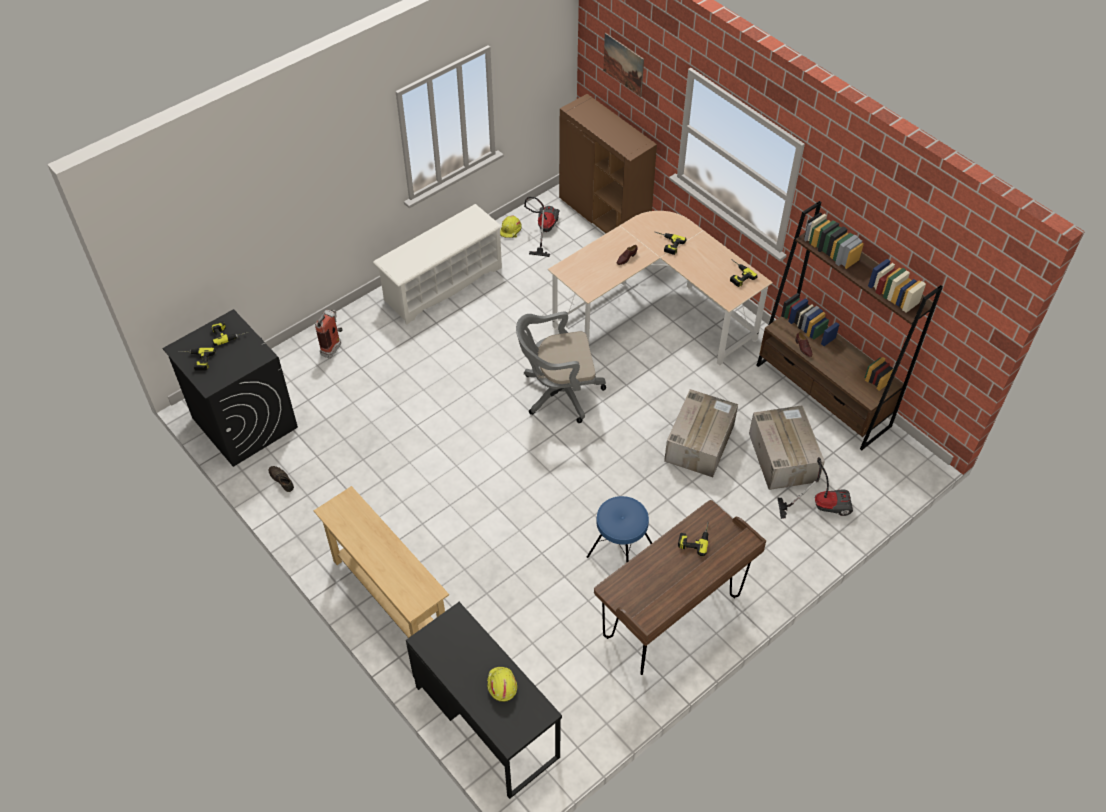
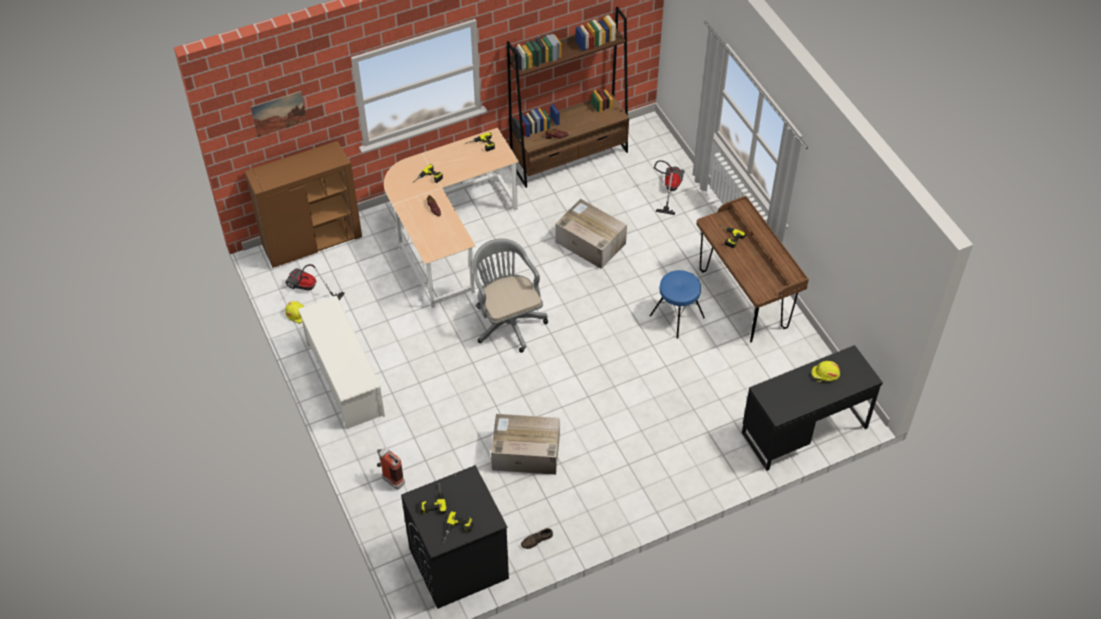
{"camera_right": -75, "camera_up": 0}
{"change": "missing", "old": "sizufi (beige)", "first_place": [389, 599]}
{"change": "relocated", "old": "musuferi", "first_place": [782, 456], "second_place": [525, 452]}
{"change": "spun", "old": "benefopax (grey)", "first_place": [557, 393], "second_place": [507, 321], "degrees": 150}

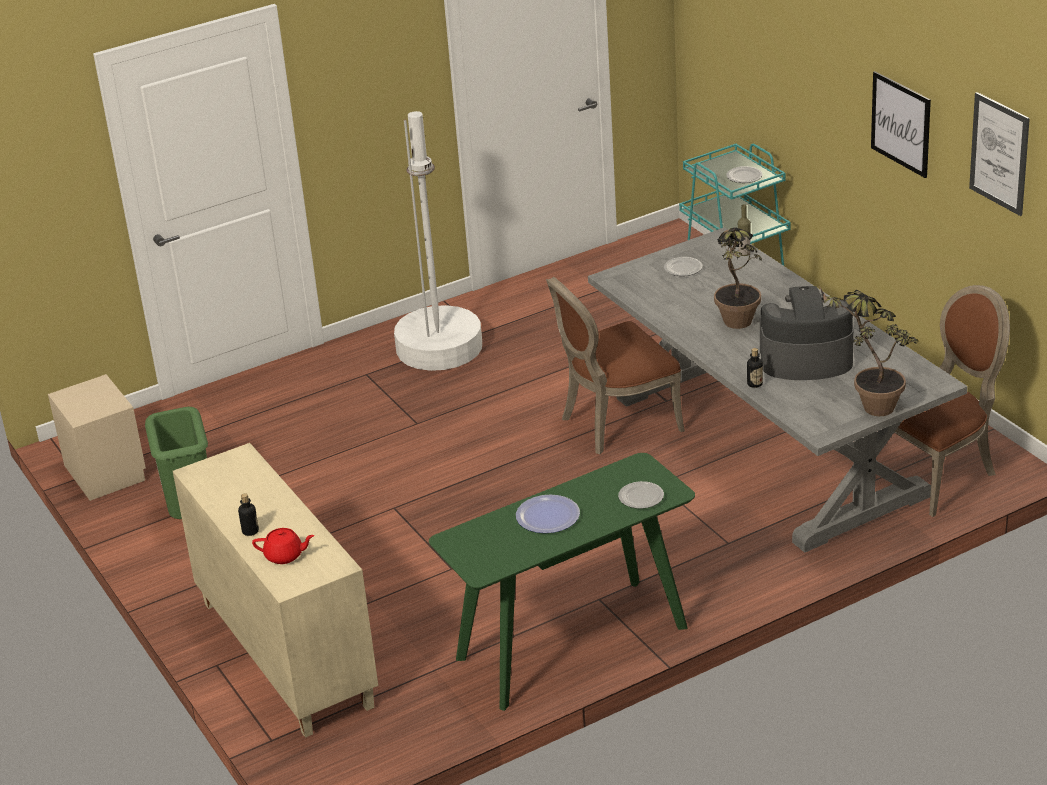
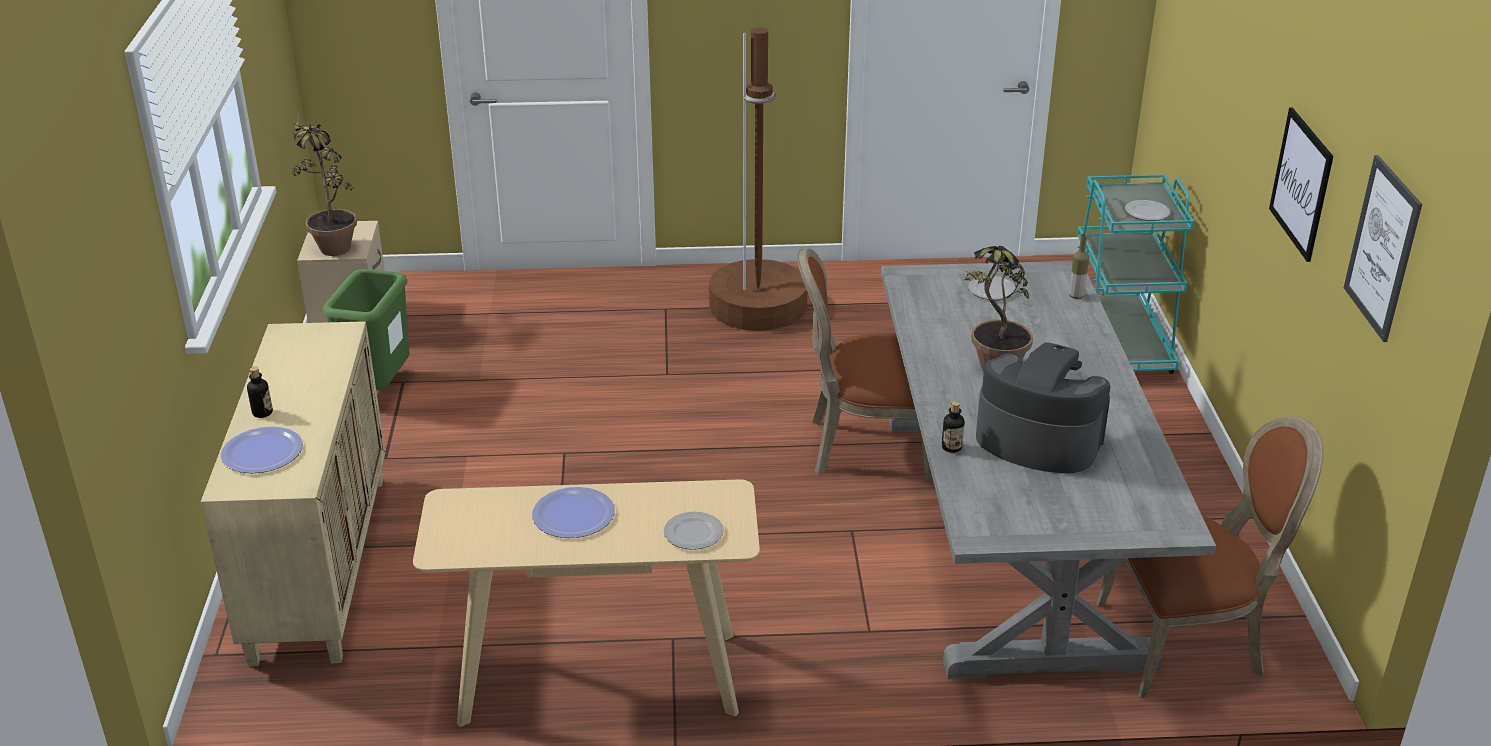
{"camera_right": 25, "camera_up": 0}
{"change": "relocated", "old": "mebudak", "first_place": [868, 405], "second_place": [332, 244]}
{"change": "exchanged", "old": "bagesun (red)", "new": "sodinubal", "first_place": [285, 556], "second_place": [262, 452]}
{"change": "colour", "old": "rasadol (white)", "new": "rasadol (brown)", "first_place": [439, 348], "second_place": [758, 306]}
{"change": "colour", "old": "sizufi (green)", "new": "sizufi (beige)", "first_place": [572, 643], "second_place": [599, 679]}

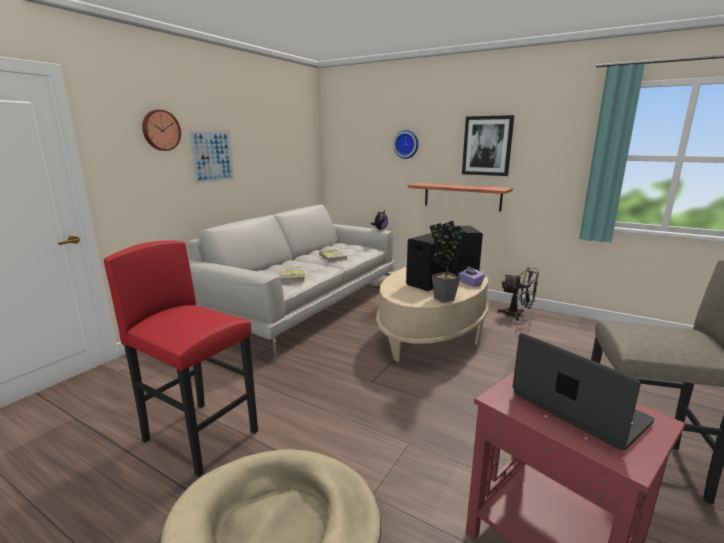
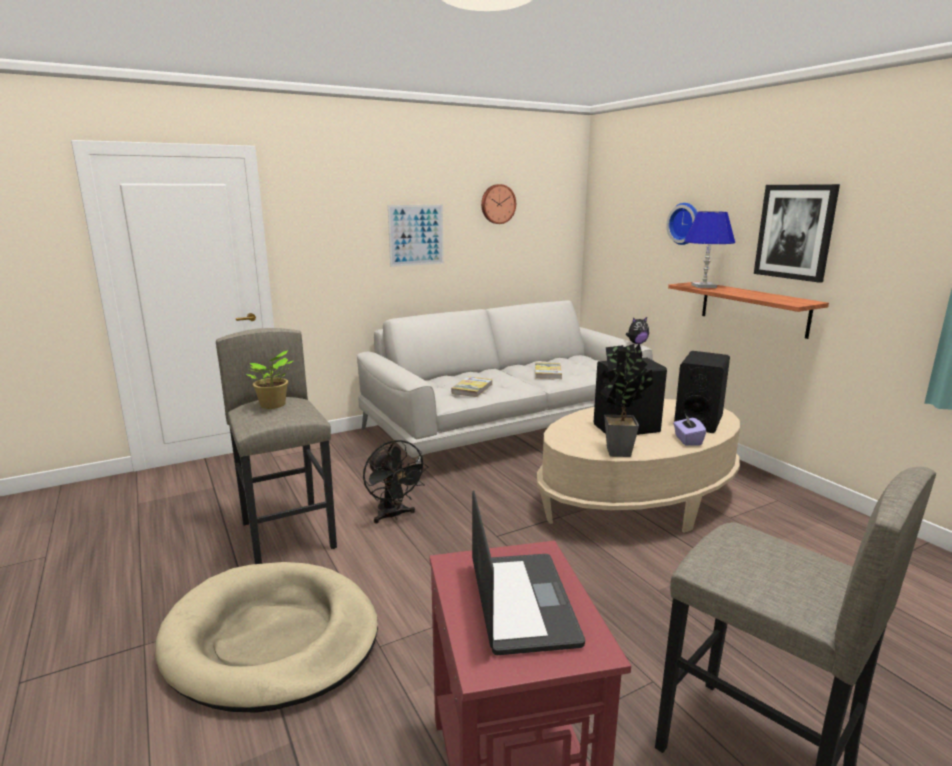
{"camera_right": 30, "camera_up": 0}
{"change": "appeared", "new": "mebudak", "second_place": [274, 405]}
{"change": "appeared", "new": "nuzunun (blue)", "second_place": [704, 286]}
{"change": "relocated", "old": "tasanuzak", "first_place": [160, 130], "second_place": [497, 204]}
{"change": "relocated", "old": "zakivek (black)", "first_place": [517, 315], "second_place": [393, 515]}
{"change": "colour", "old": "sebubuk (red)", "new": "sebubuk (grey)", "first_place": [201, 435], "second_place": [288, 535]}

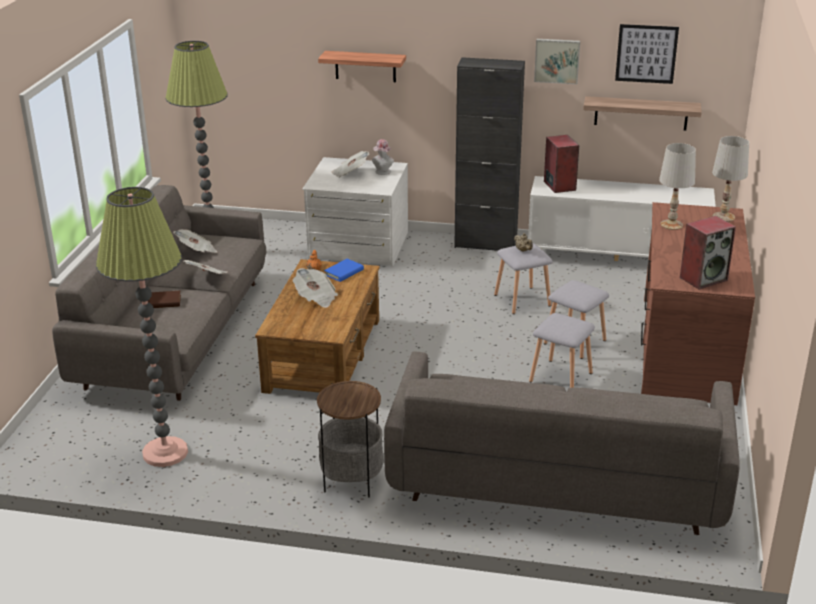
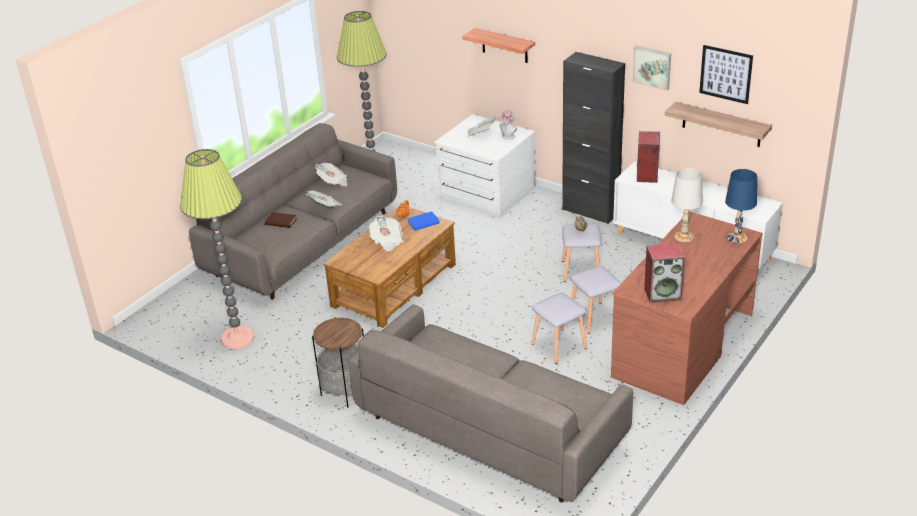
{"camera_right": 25, "camera_up": 5}
{"change": "colour", "old": "nuzunun (white)", "new": "nuzunun (blue)", "first_place": [723, 217], "second_place": [736, 237]}

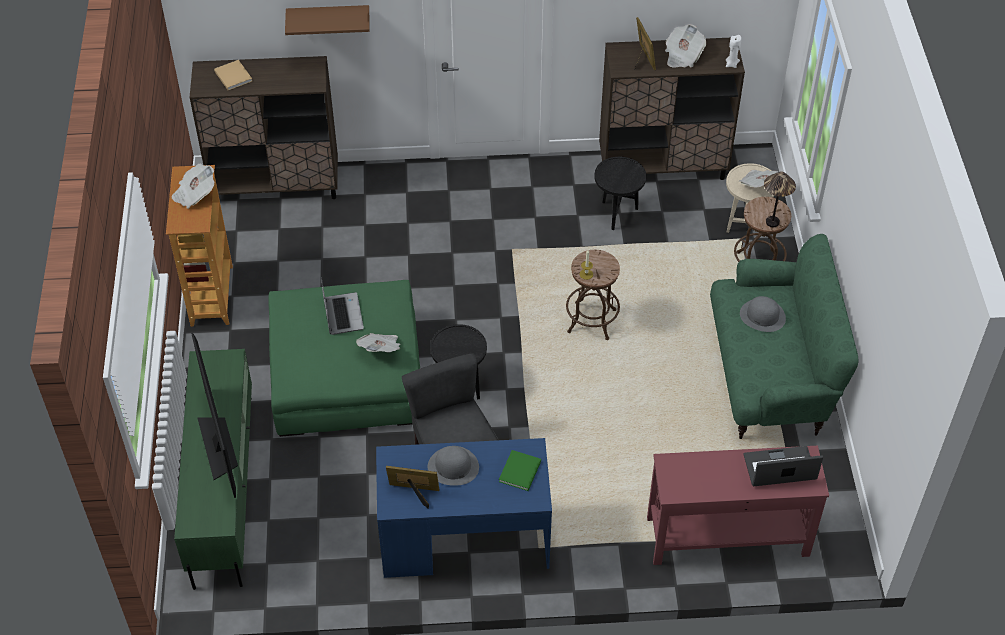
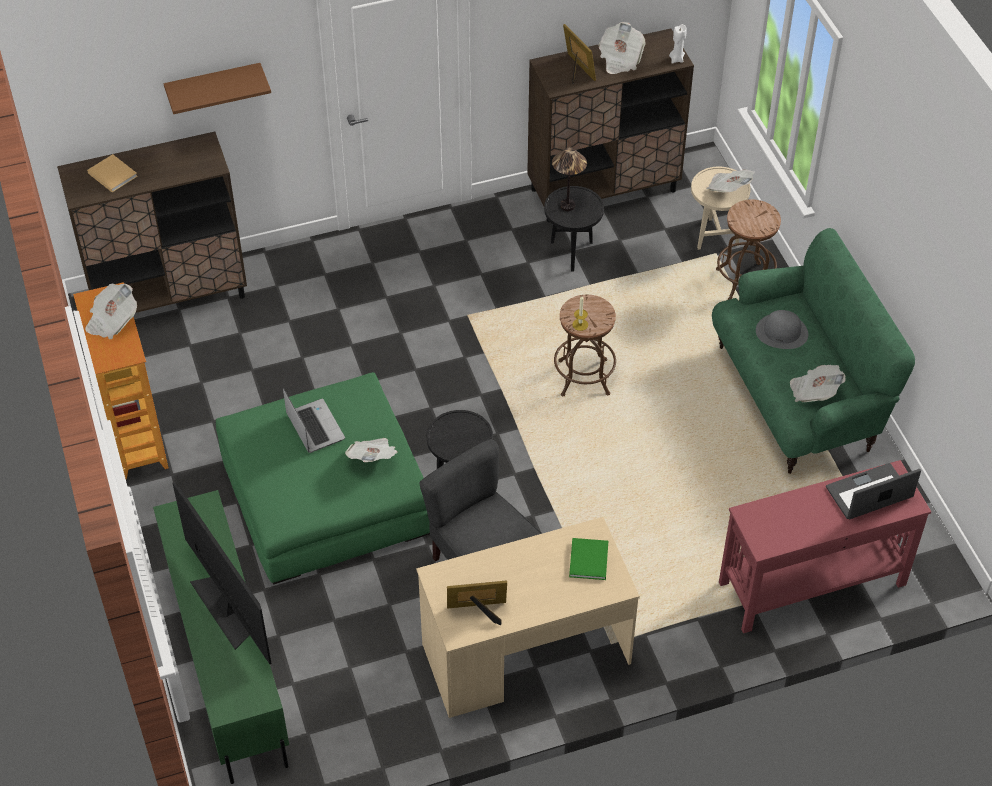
{"camera_right": -15, "camera_up": 0}
{"change": "missing", "old": "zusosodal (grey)", "first_place": [453, 467]}
{"change": "appeared", "new": "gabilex", "second_place": [814, 392]}
{"change": "relocated", "old": "nuzunun", "first_place": [772, 222], "second_place": [567, 206]}
{"change": "colour", "old": "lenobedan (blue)", "new": "lenobedan (beige)", "first_place": [464, 540], "second_place": [525, 654]}

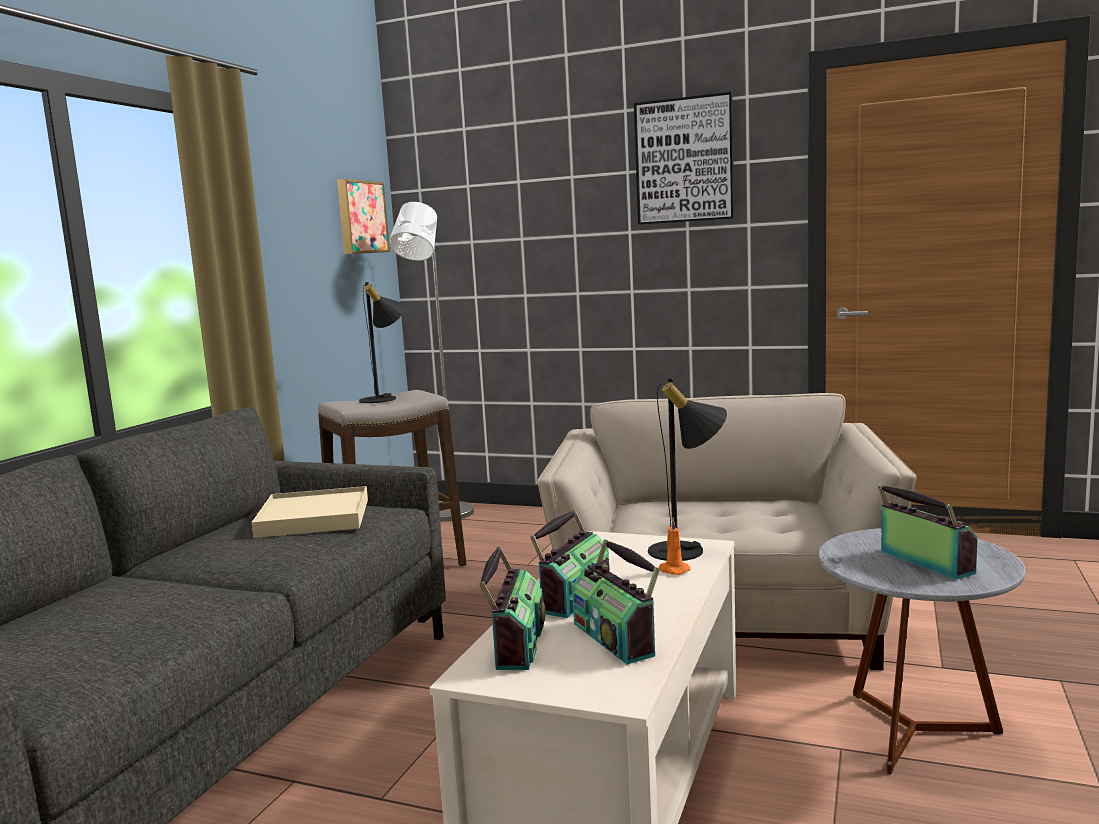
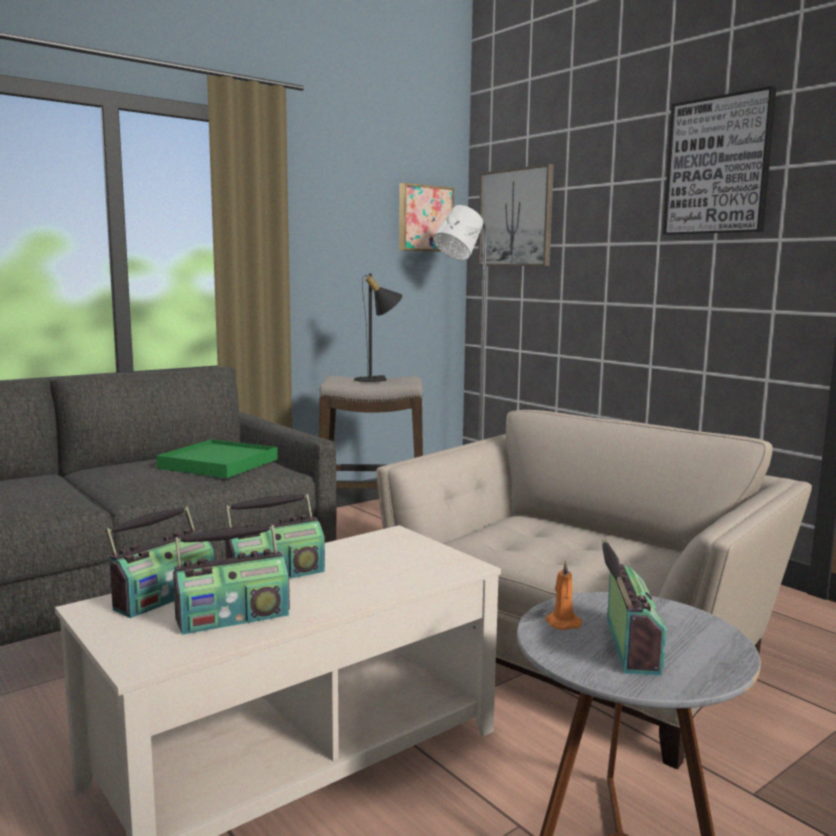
{"camera_right": 30, "camera_up": 0}
{"change": "missing", "old": "nuzunun (black)", "first_place": [687, 551]}
{"change": "appeared", "new": "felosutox", "second_place": [516, 218]}
{"change": "relocated", "old": "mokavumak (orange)", "first_place": [673, 570], "second_place": [561, 622]}
{"change": "colour", "old": "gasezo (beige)", "new": "gasezo (green)", "first_place": [314, 517], "second_place": [219, 463]}
{"change": "spun", "old": "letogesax", "first_place": [615, 638], "second_place": [232, 617], "degrees": -120}

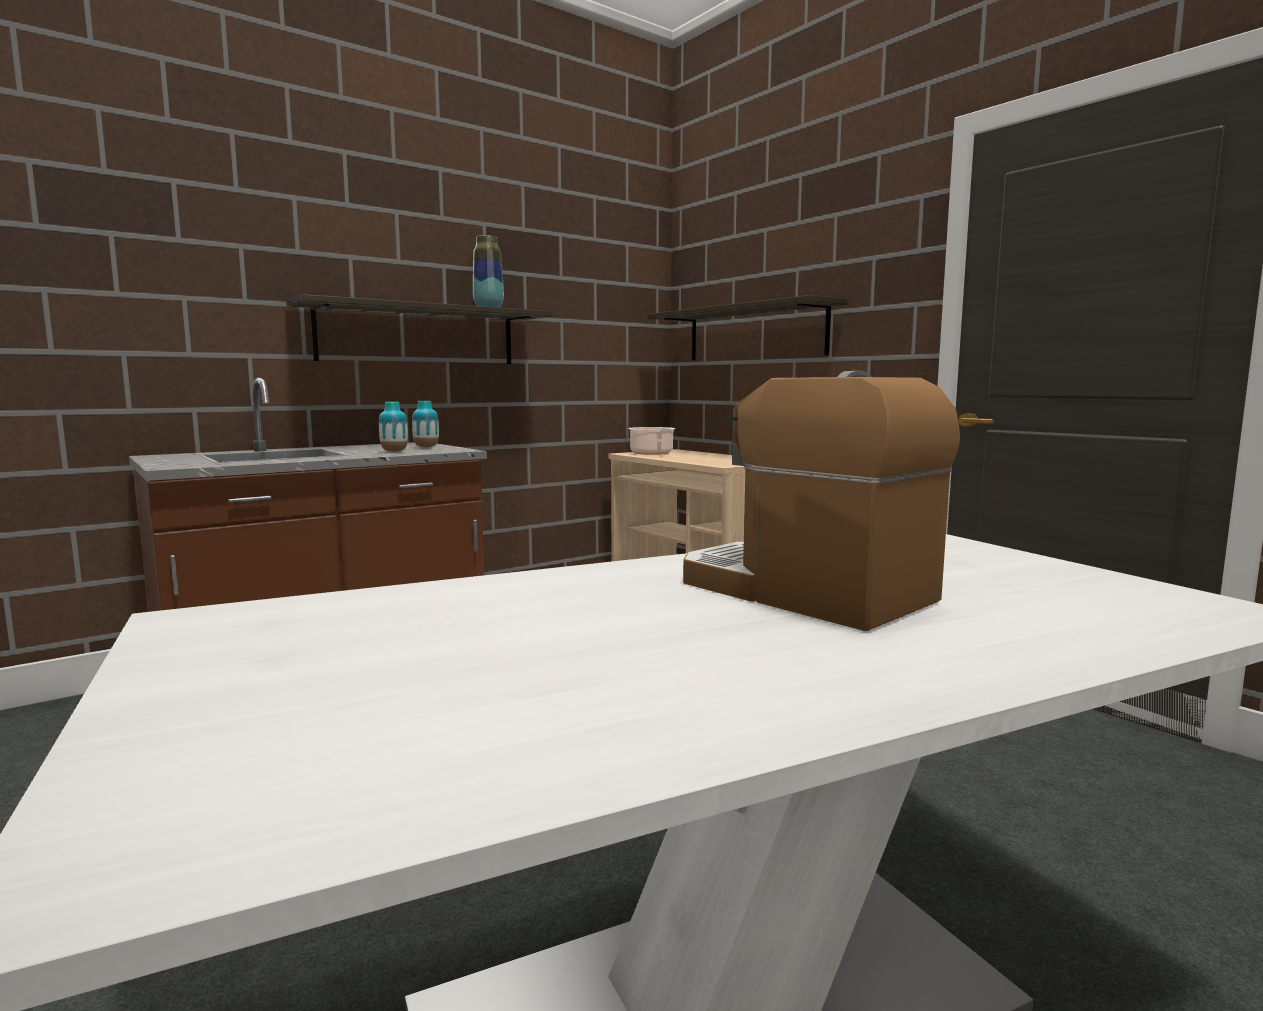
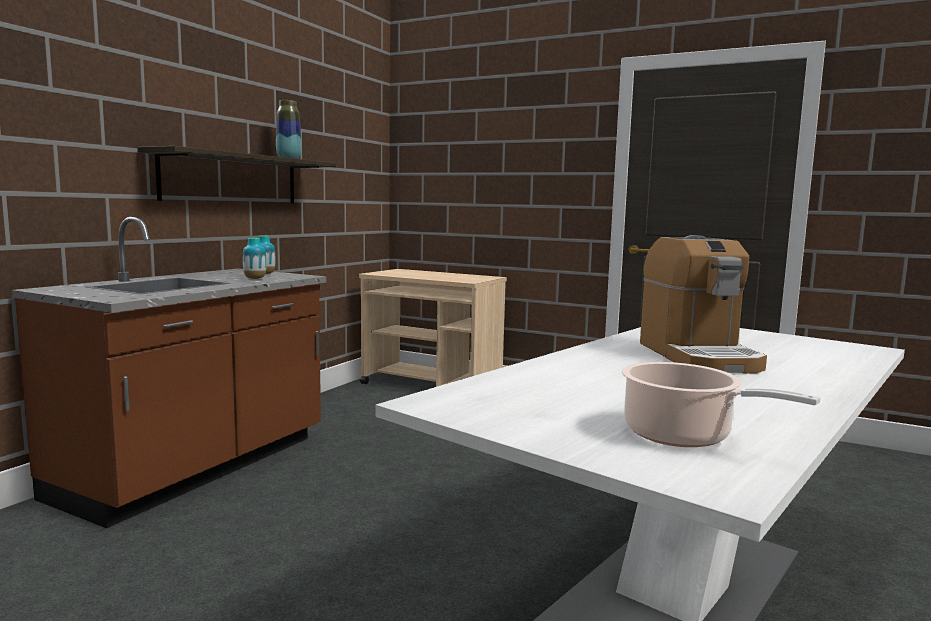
{"camera_right": -25, "camera_up": 0}
{"change": "missing", "old": "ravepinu", "first_place": [755, 333]}
{"change": "relocated", "old": "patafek", "first_place": [652, 453], "second_place": [683, 436]}
{"change": "spun", "old": "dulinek", "first_place": [804, 592], "second_place": [698, 356], "degrees": -120}

